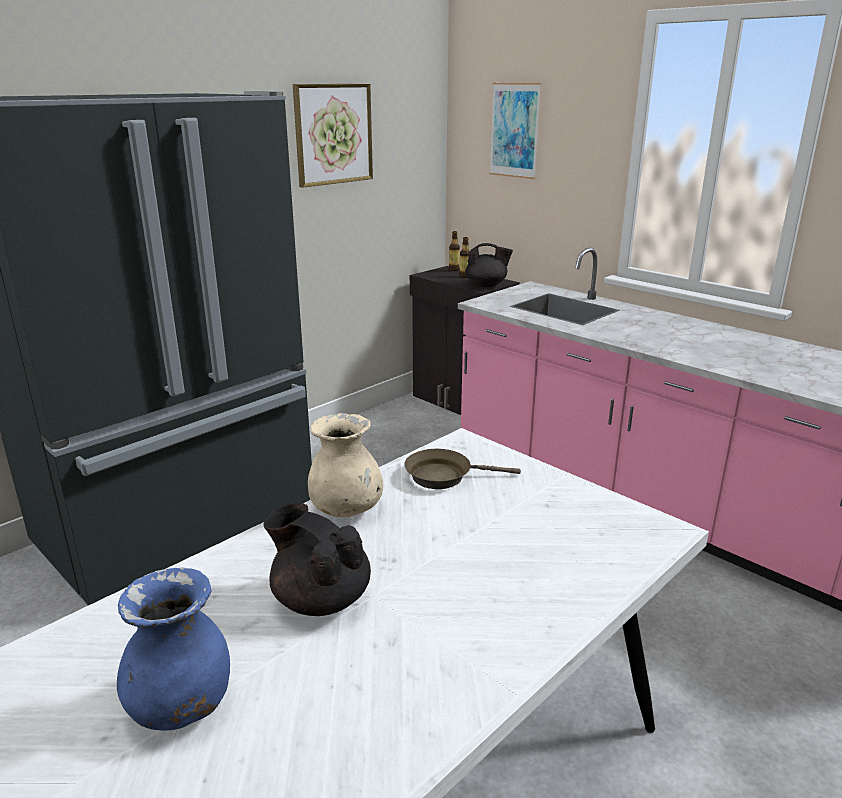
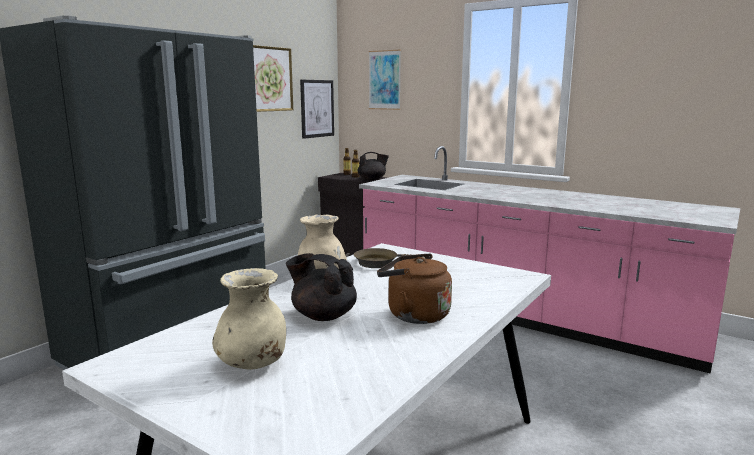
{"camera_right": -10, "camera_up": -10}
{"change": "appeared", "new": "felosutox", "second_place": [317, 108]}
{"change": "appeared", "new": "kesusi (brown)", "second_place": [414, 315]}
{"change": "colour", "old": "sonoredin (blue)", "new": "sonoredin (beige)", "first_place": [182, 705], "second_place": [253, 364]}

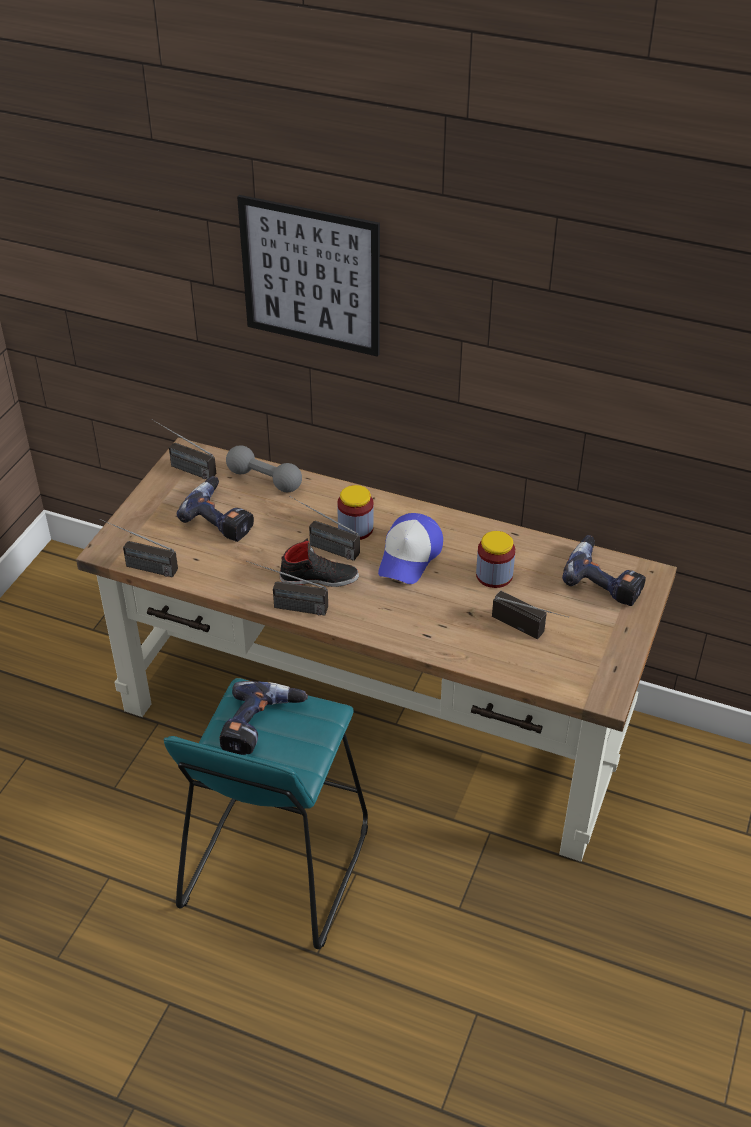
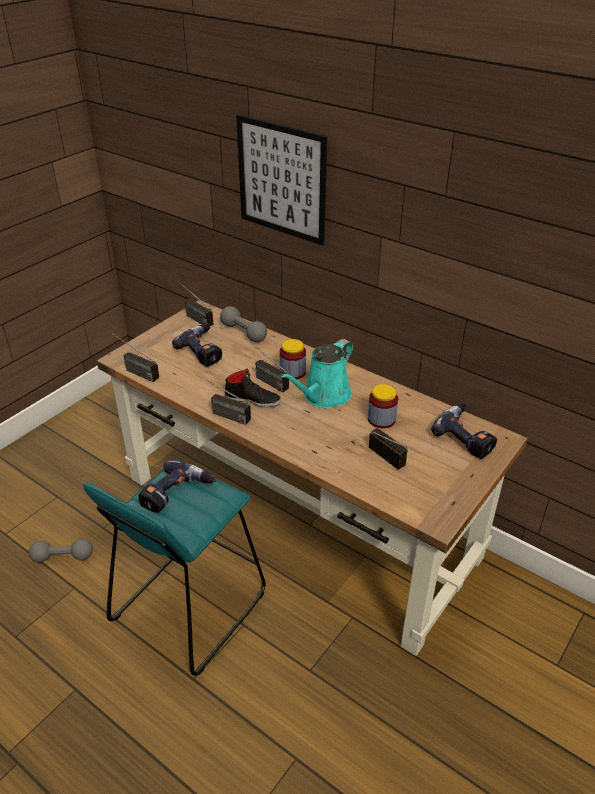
{"camera_right": 15, "camera_up": -5}
{"change": "appeared", "new": "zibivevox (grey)", "second_place": [63, 557]}
{"change": "exchanged", "old": "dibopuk", "new": "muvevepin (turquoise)", "first_place": [410, 556], "second_place": [324, 396]}

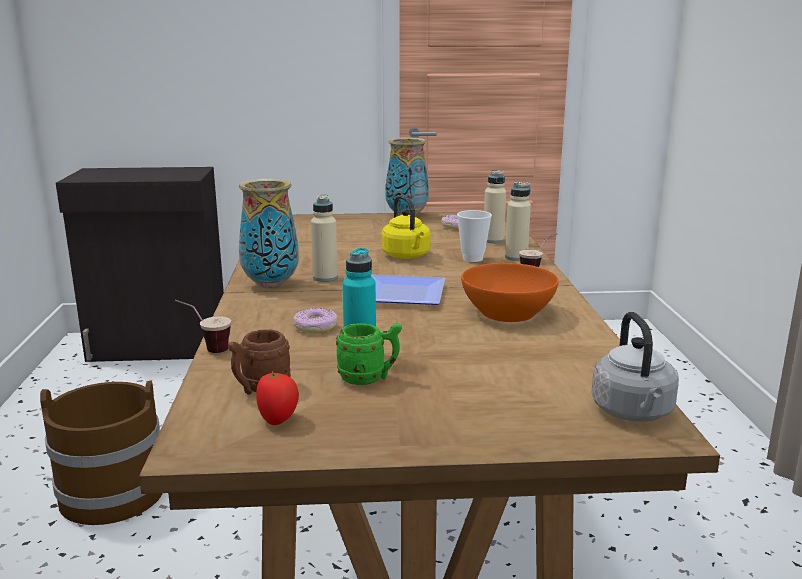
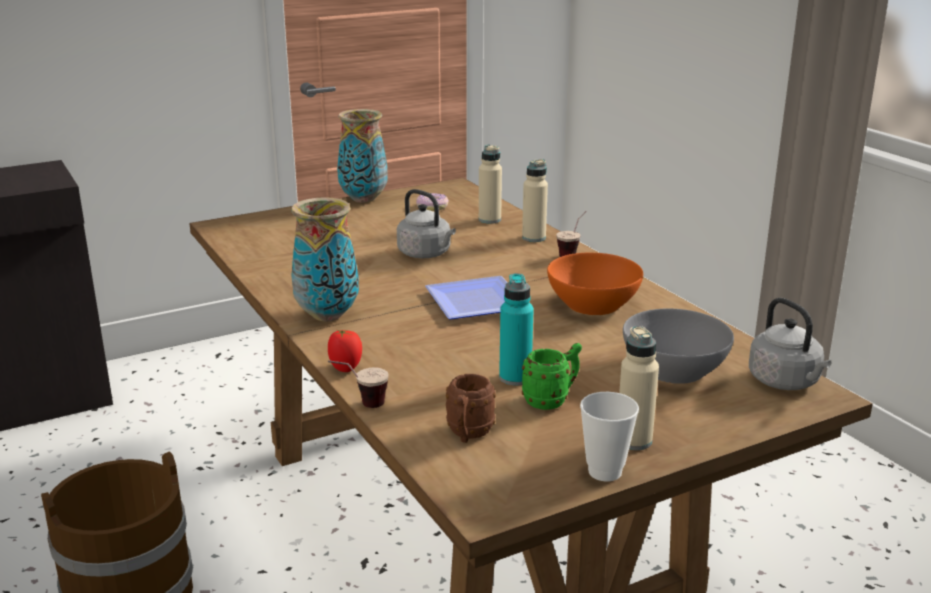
{"camera_right": -25, "camera_up": 5}
{"change": "missing", "old": "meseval", "first_place": [315, 327]}
{"change": "appeared", "new": "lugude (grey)", "second_place": [673, 369]}
{"change": "relocated", "old": "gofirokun", "first_place": [278, 420], "second_place": [346, 368]}
{"change": "relocated", "old": "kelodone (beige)", "first_place": [325, 278], "second_place": [634, 440]}
{"change": "relocated", "old": "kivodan", "first_place": [472, 259], "second_place": [605, 472]}
{"change": "colour", "old": "kesusi (yellow)", "new": "kesusi (grey)", "first_place": [407, 256], "second_place": [426, 254]}

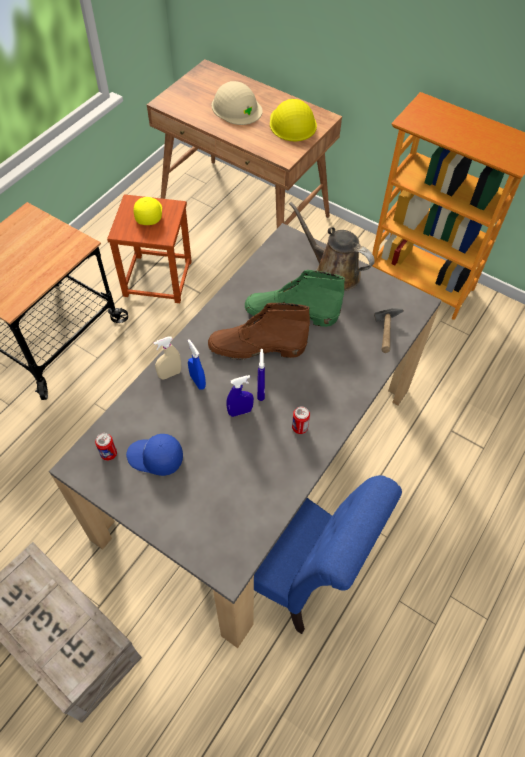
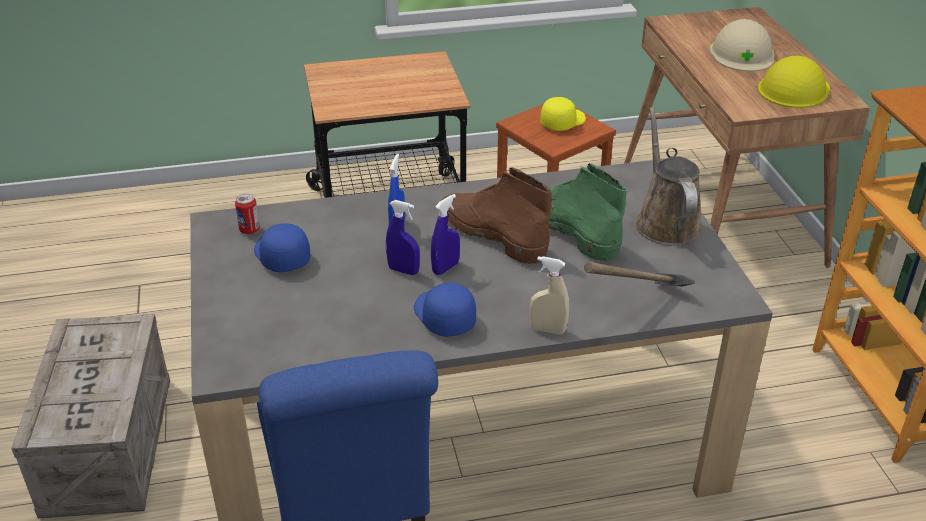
{"camera_right": 45, "camera_up": -20}
{"change": "relocated", "old": "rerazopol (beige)", "first_place": [170, 374], "second_place": [548, 330]}
{"change": "exchanged", "old": "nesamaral", "new": "dibopuk (blue)", "first_place": [299, 427], "second_place": [443, 317]}

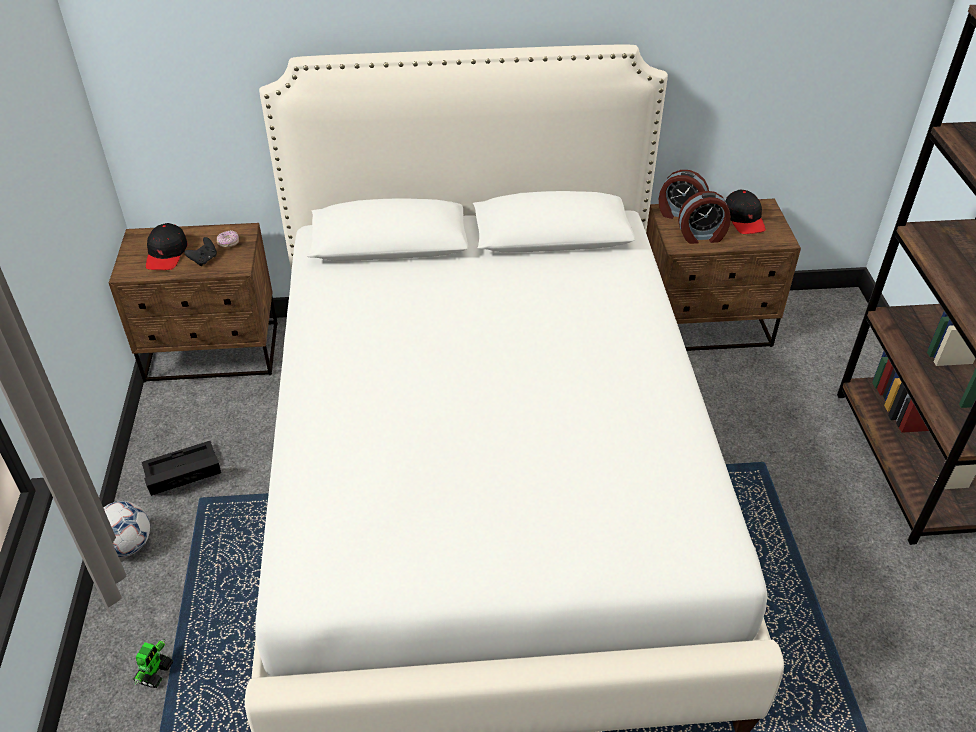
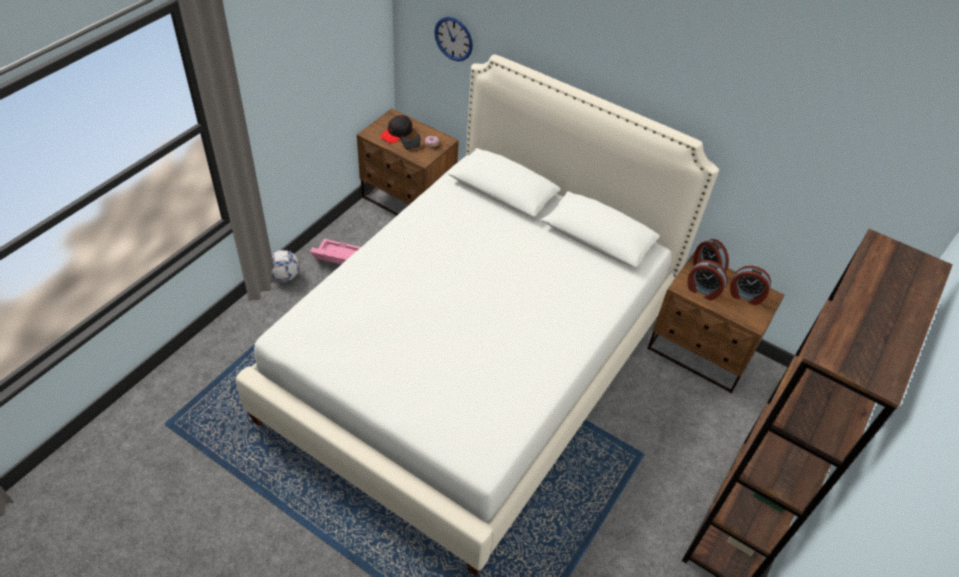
{"camera_right": 35, "camera_up": 5}
{"change": "missing", "old": "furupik", "first_place": [155, 672]}
{"change": "appeared", "new": "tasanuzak", "second_place": [453, 38]}
{"change": "exchanged", "old": "dibopuk (black)", "new": "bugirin", "first_place": [744, 219], "second_place": [745, 296]}
{"change": "colour", "old": "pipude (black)", "new": "pipude (pink)", "first_place": [181, 476], "second_place": [336, 257]}

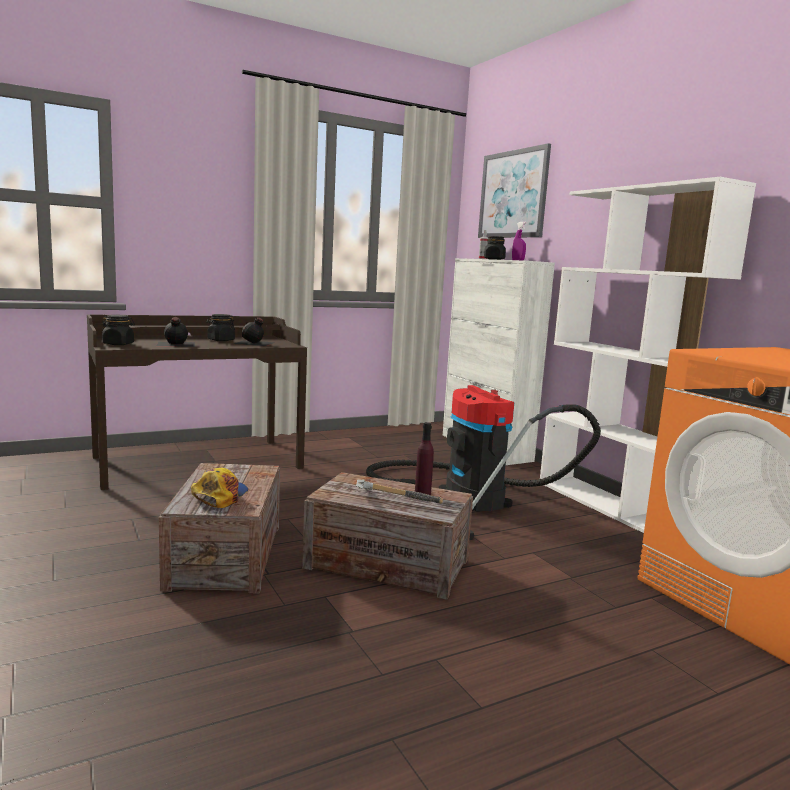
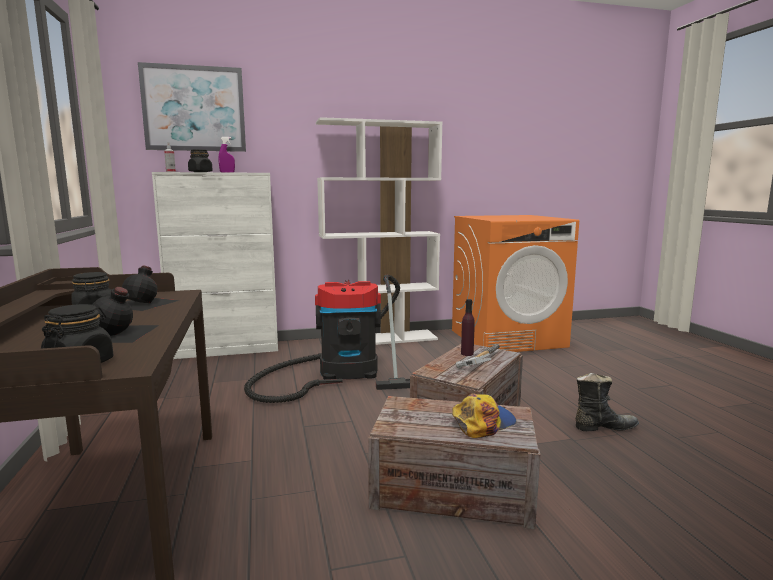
{"camera_right": -75, "camera_up": 0}
{"change": "appeared", "new": "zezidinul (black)", "second_place": [604, 427]}
{"change": "spun", "old": "dibopuk", "first_place": [219, 495], "second_place": [483, 422], "degrees": 120}

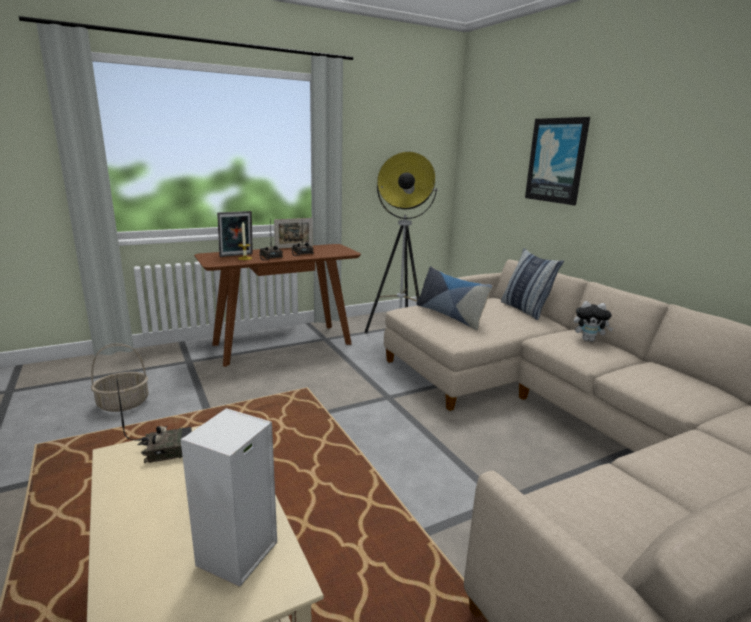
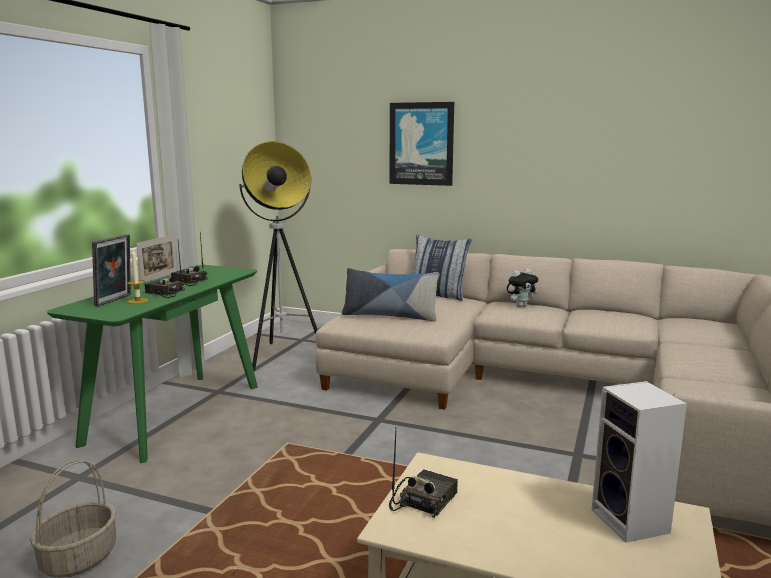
{"camera_right": -40, "camera_up": -5}
{"change": "colour", "old": "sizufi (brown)", "new": "sizufi (green)", "first_place": [283, 344], "second_place": [175, 413]}

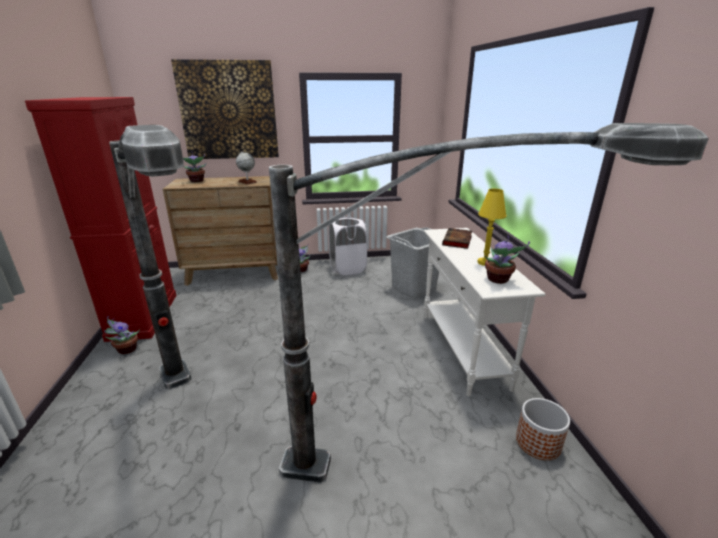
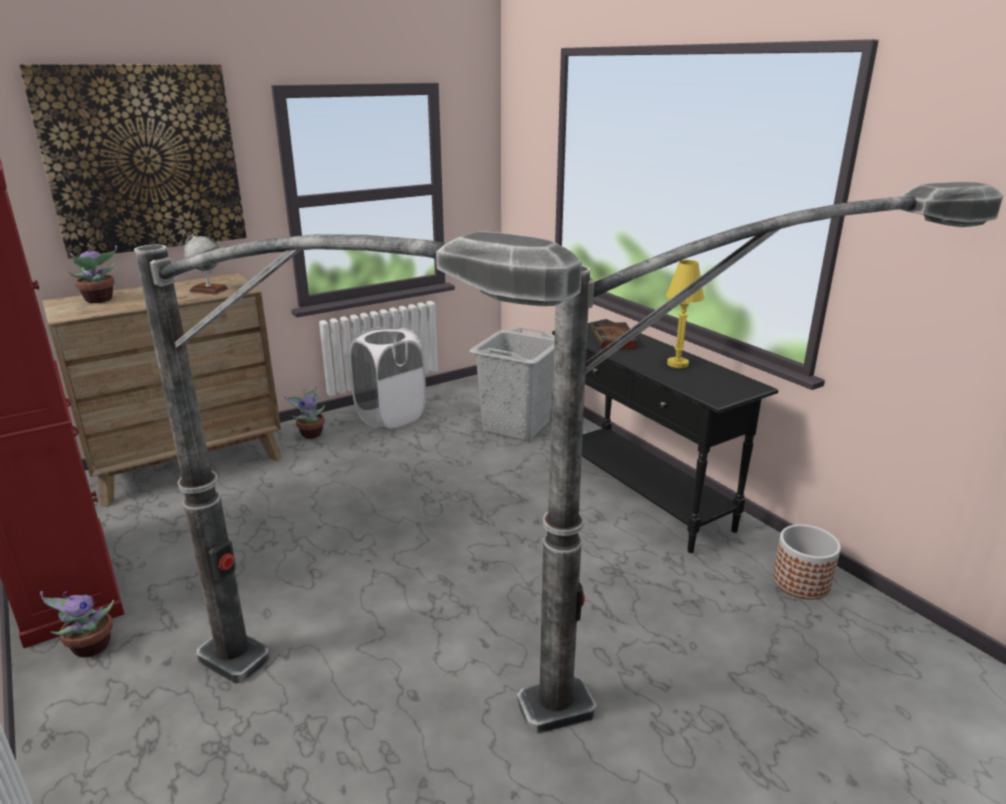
{"camera_right": -25, "camera_up": 0}
{"change": "missing", "old": "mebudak", "first_place": [498, 280]}
{"change": "colour", "old": "sizufi (white)", "new": "sizufi (black)", "first_place": [462, 349], "second_place": [642, 496]}

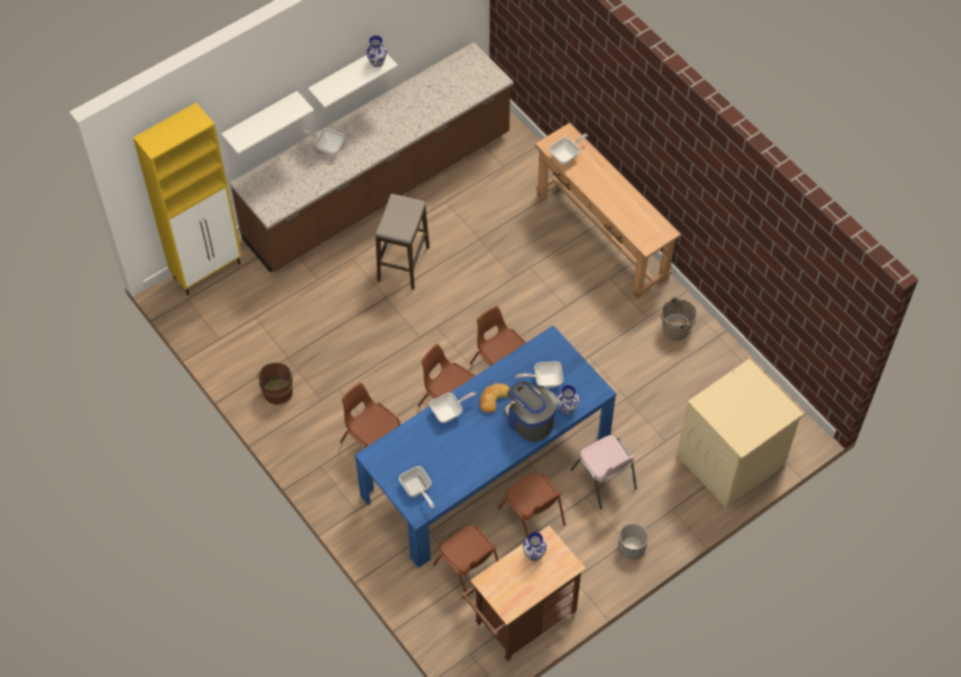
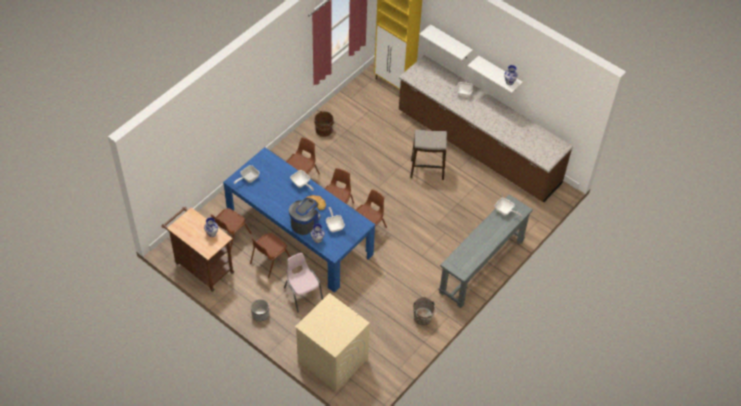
{"camera_right": 75, "camera_up": -5}
{"change": "colour", "old": "sizufi (brown)", "new": "sizufi (grey)", "first_place": [601, 236], "second_place": [481, 267]}
{"change": "spun", "old": "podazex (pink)", "first_place": [604, 480], "second_place": [303, 294], "degrees": 105}

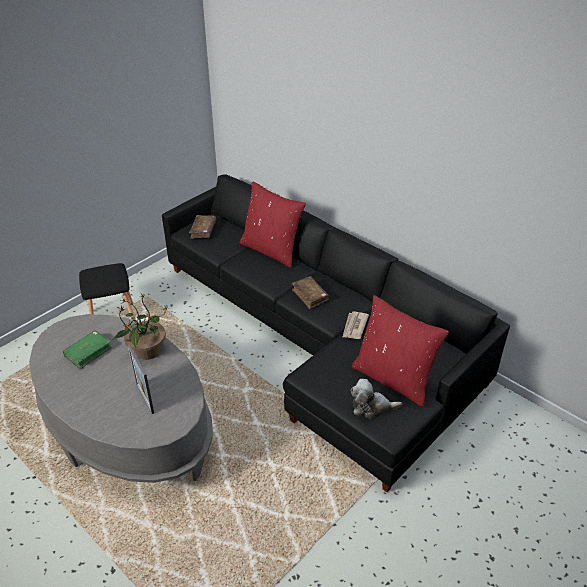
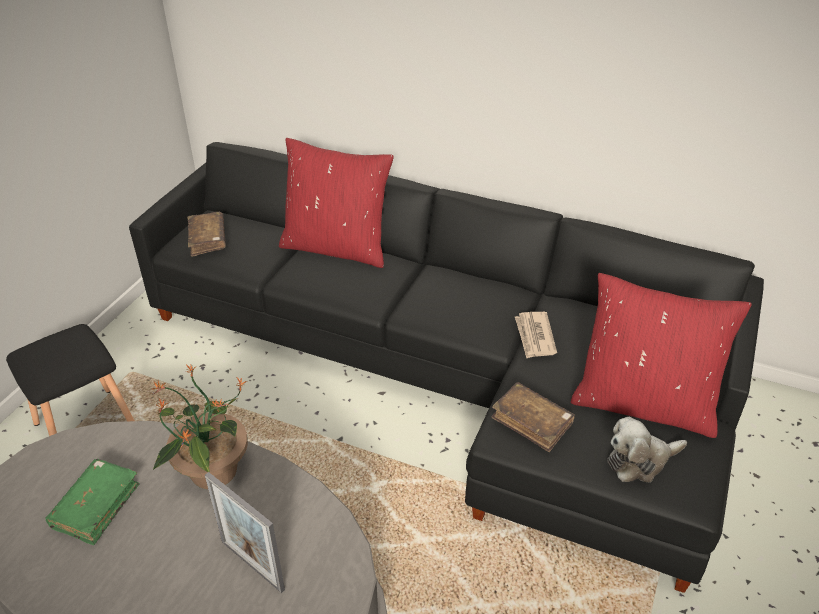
{"camera_right": -20, "camera_up": 0}
{"change": "relocated", "old": "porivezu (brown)", "first_place": [310, 296], "second_place": [532, 422]}

